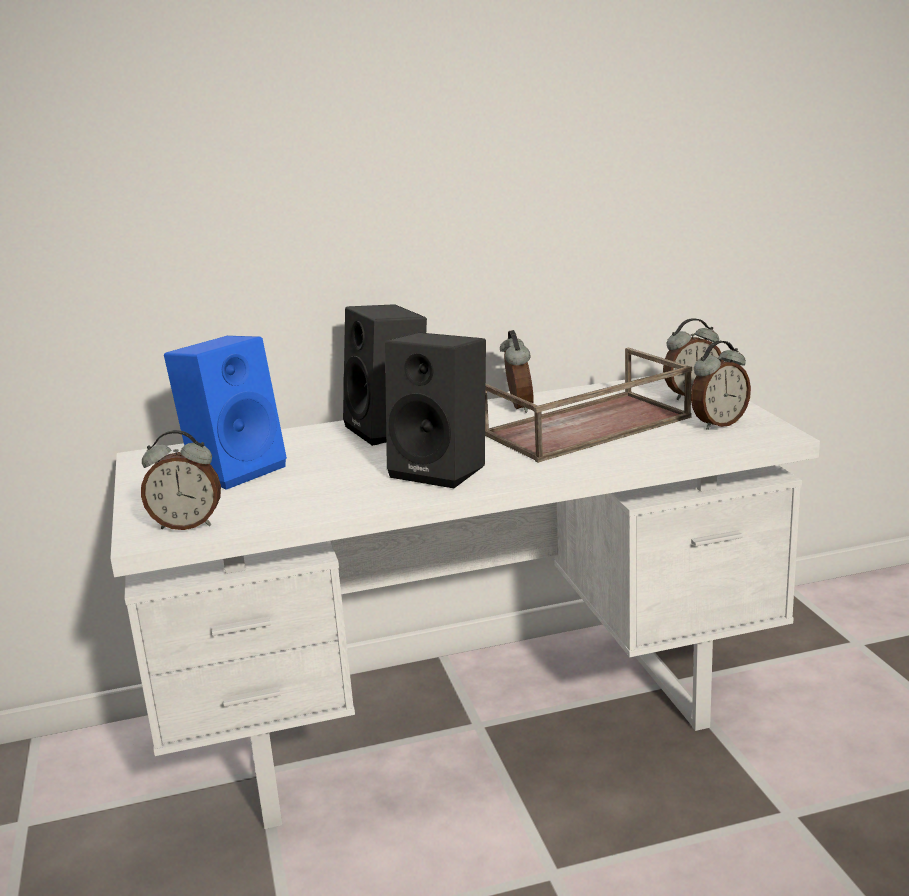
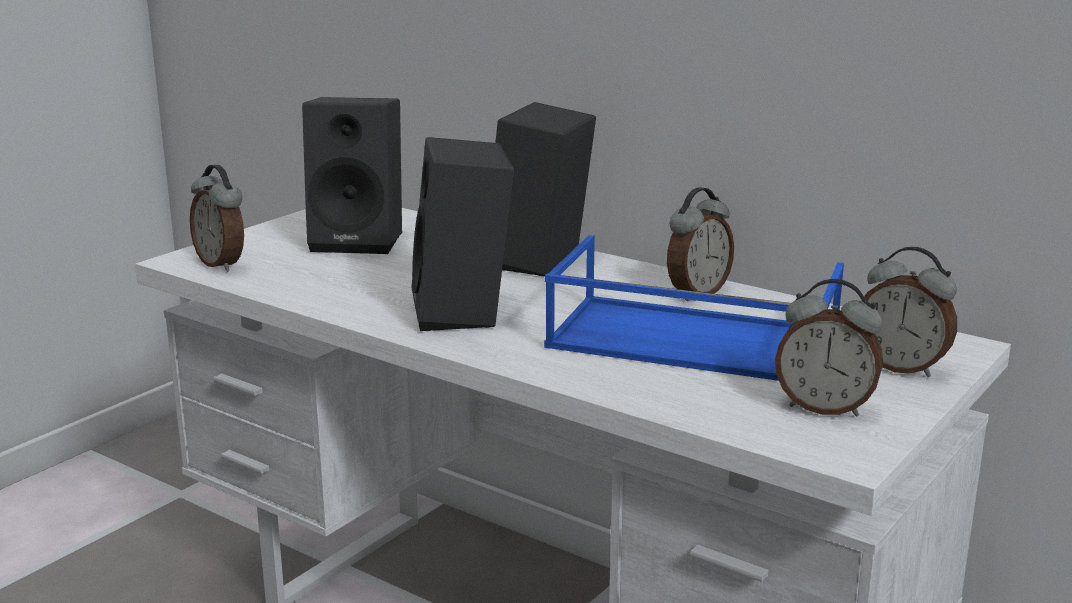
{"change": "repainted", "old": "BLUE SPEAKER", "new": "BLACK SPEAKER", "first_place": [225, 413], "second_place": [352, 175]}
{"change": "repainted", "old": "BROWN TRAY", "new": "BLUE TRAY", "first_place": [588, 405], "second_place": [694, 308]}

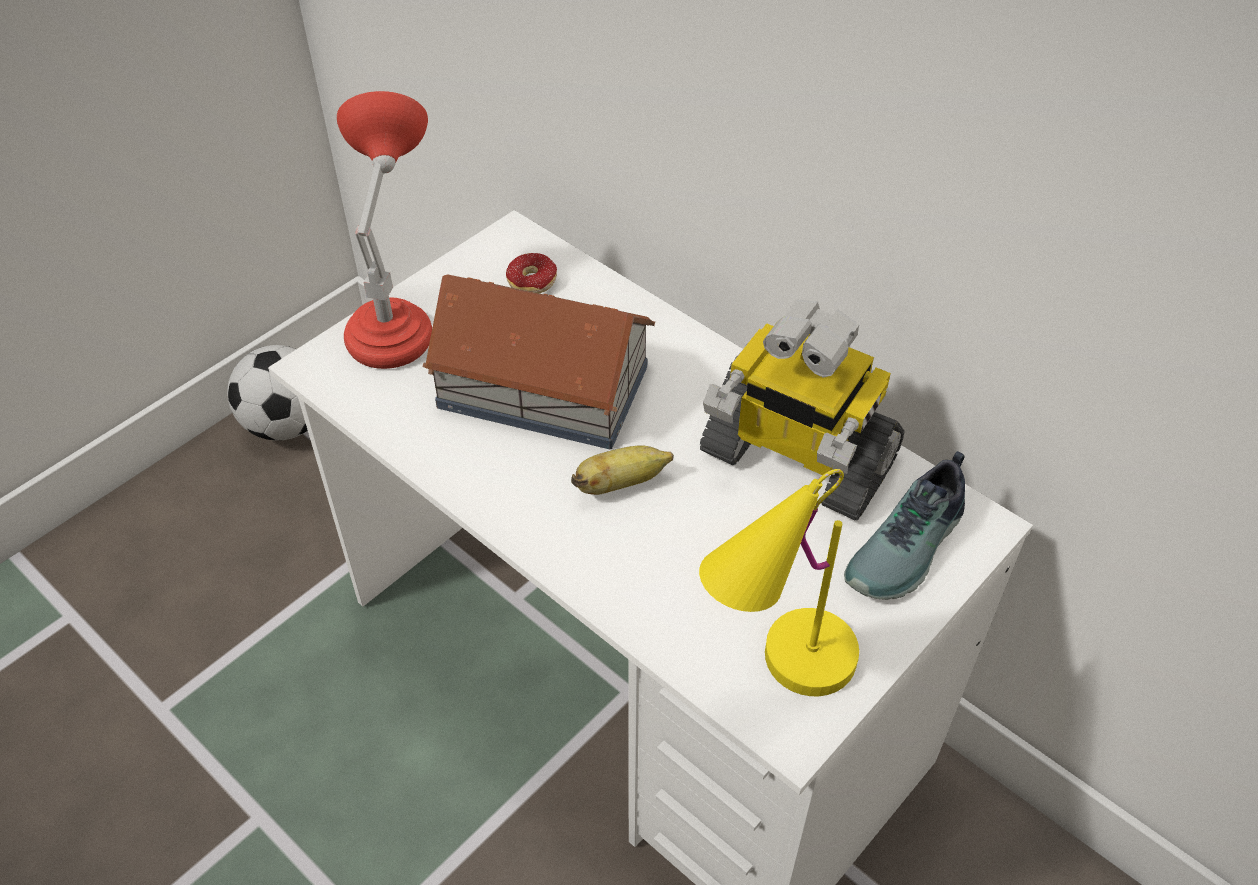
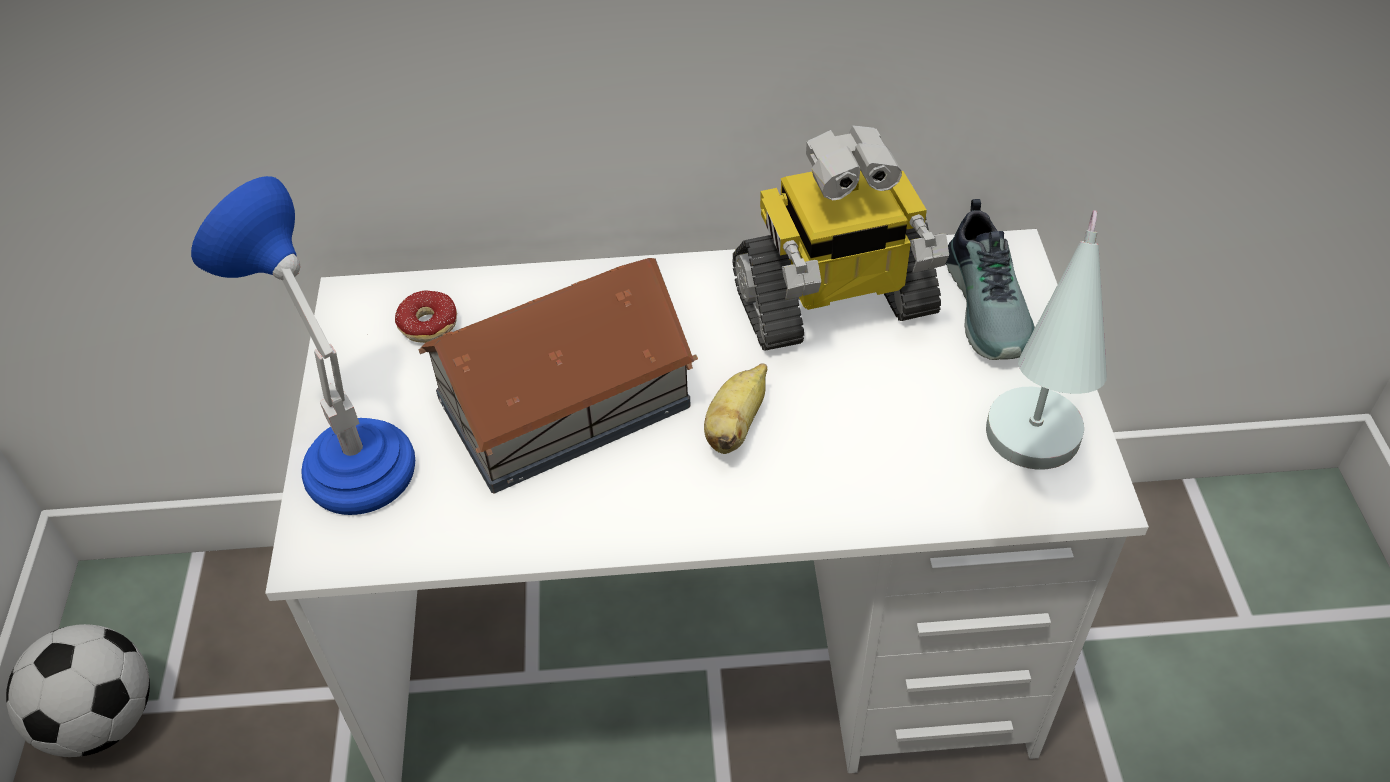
{"change": "repainted", "old": "RED TABLE LAMP", "new": "BLUE TABLE LAMP", "first_place": [384, 230], "second_place": [303, 345]}
{"change": "repainted", "old": "YELLOW TABLE LAMP", "new": "WHITE TABLE LAMP", "first_place": [779, 582], "second_place": [1046, 340]}

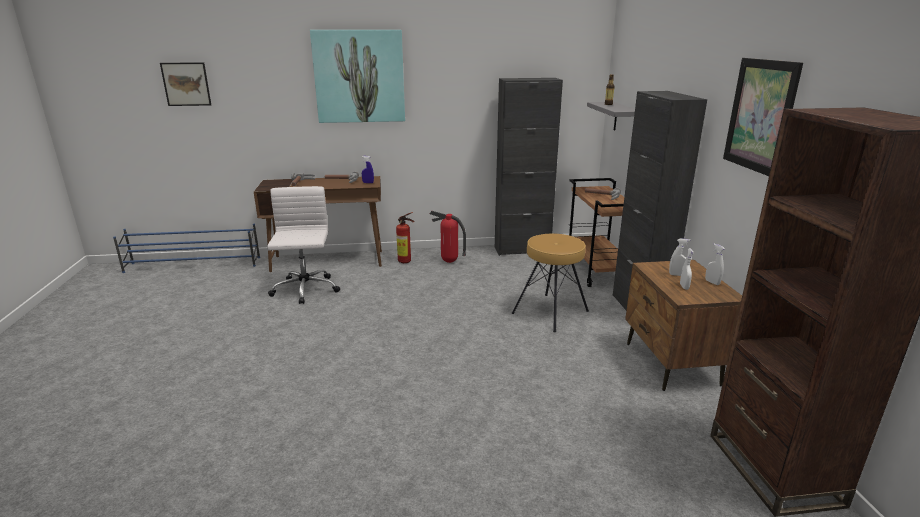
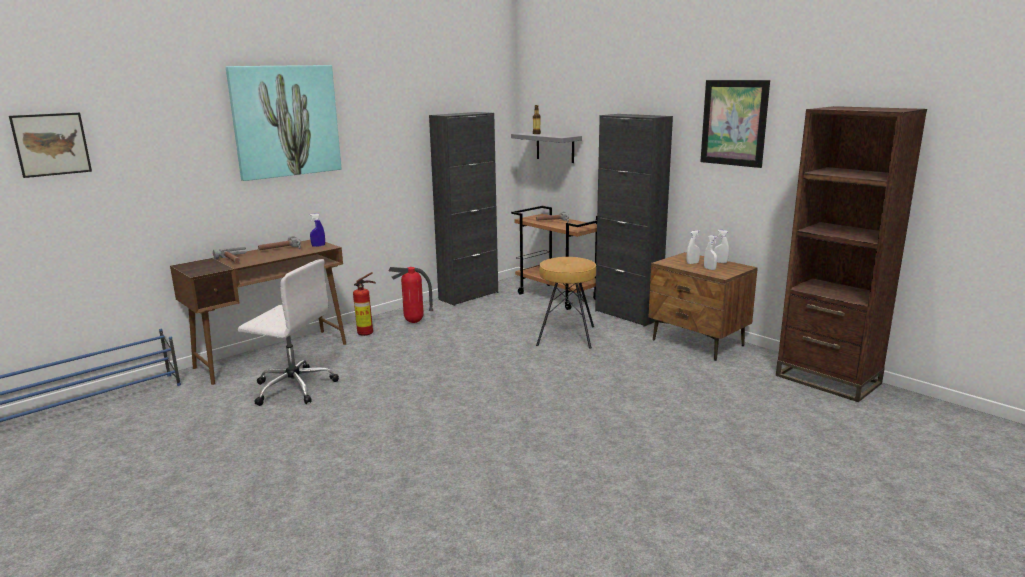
{"change": "rotated", "old": "WHITE OFFICE CHAIR", "first_place": [303, 245], "second_place": [288, 332], "degrees": 150}

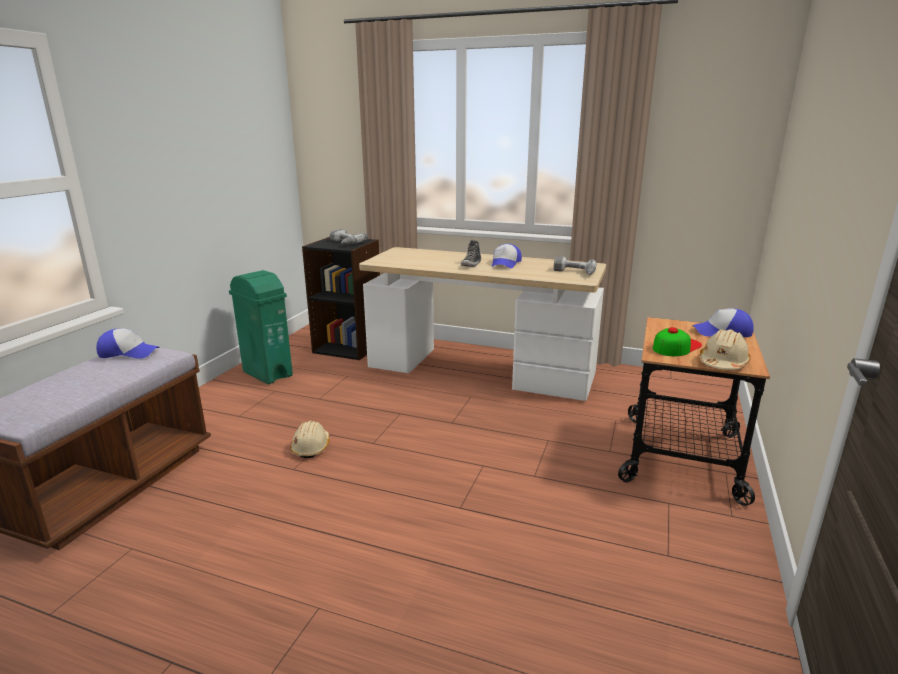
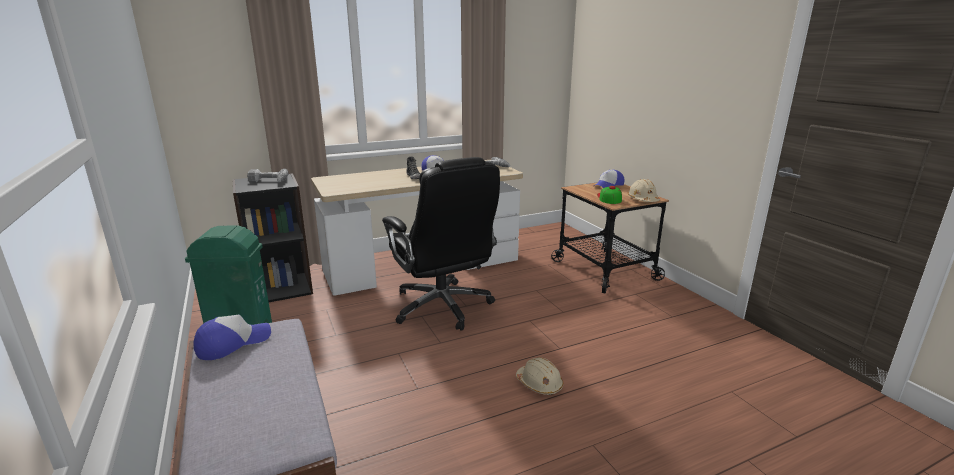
{"change": "shifted", "old": "BEIGE HARD HAT", "first_place": [310, 439], "second_place": [539, 376]}
{"change": "new", "new": "BLACK OFFICE CHAIR", "second_place": [441, 244]}

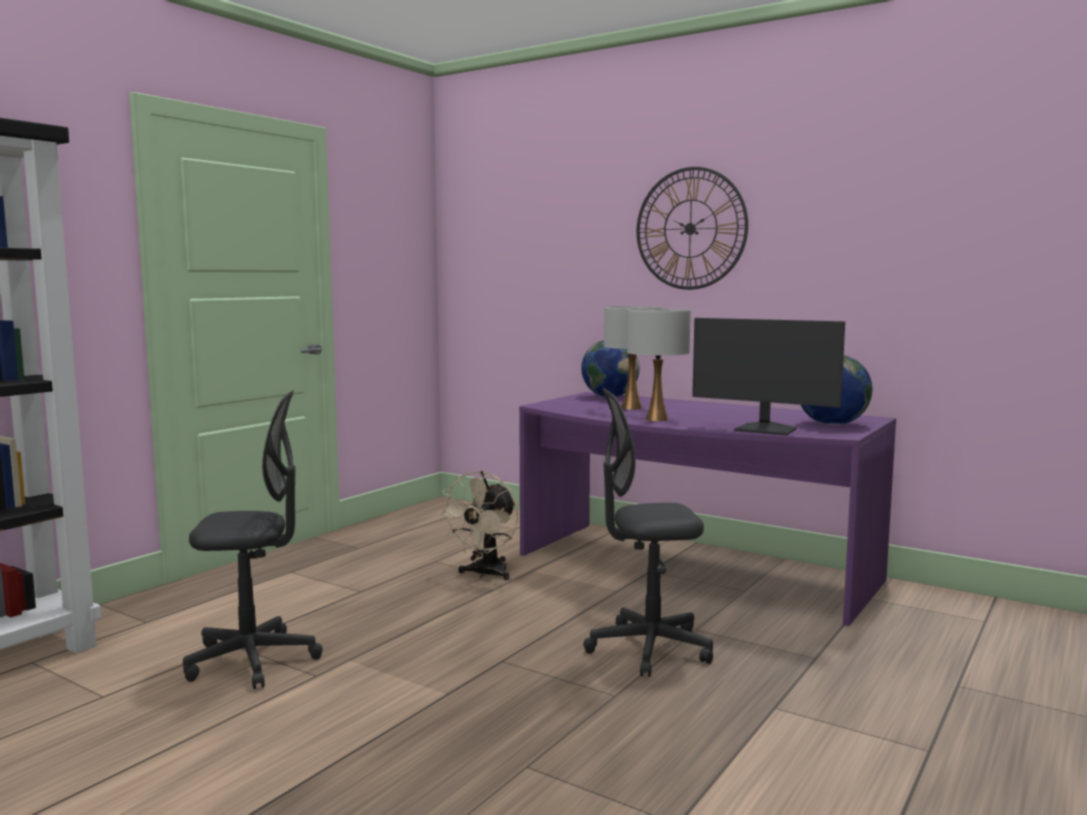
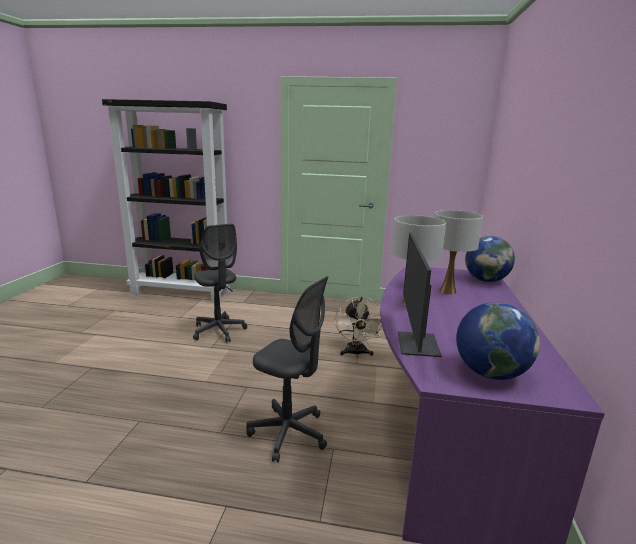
{"change": "rotated", "old": "BEIGE FAN", "first_place": [478, 525], "second_place": [358, 327], "degrees": -90}
{"change": "rotated", "old": "GREY OFFICE CHAIR", "first_place": [648, 532], "second_place": [287, 369], "degrees": 150}
{"change": "gone", "old": "WALL CLOCK", "first_place": [692, 228]}

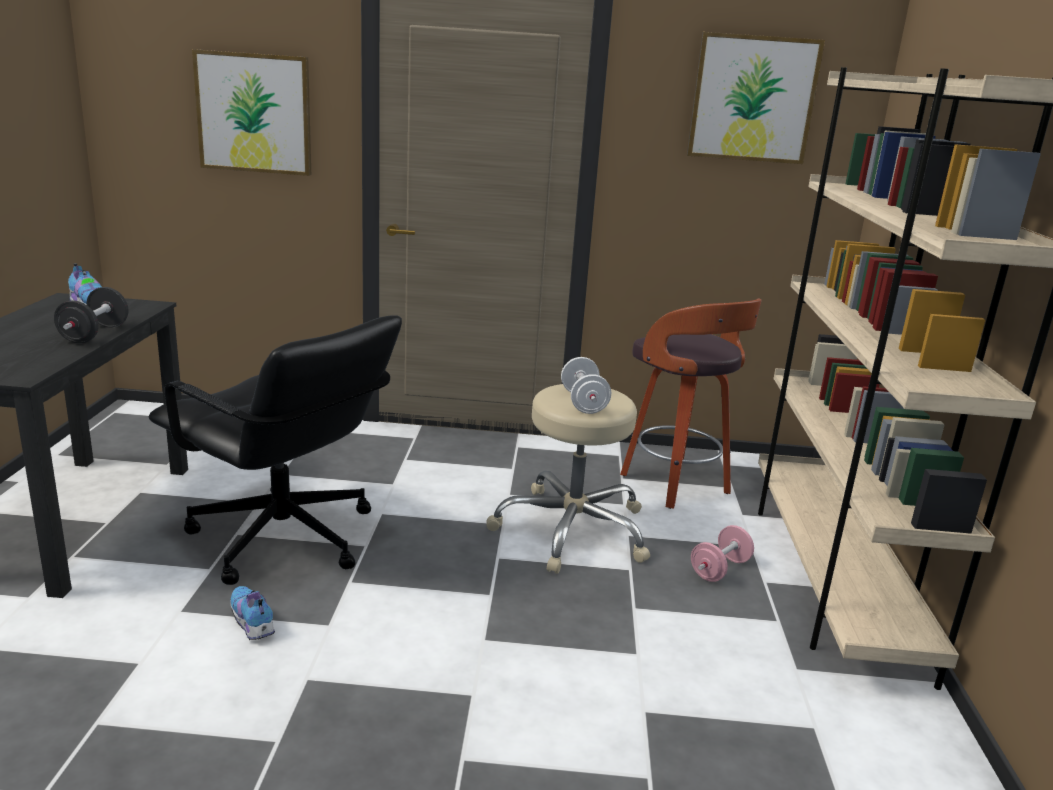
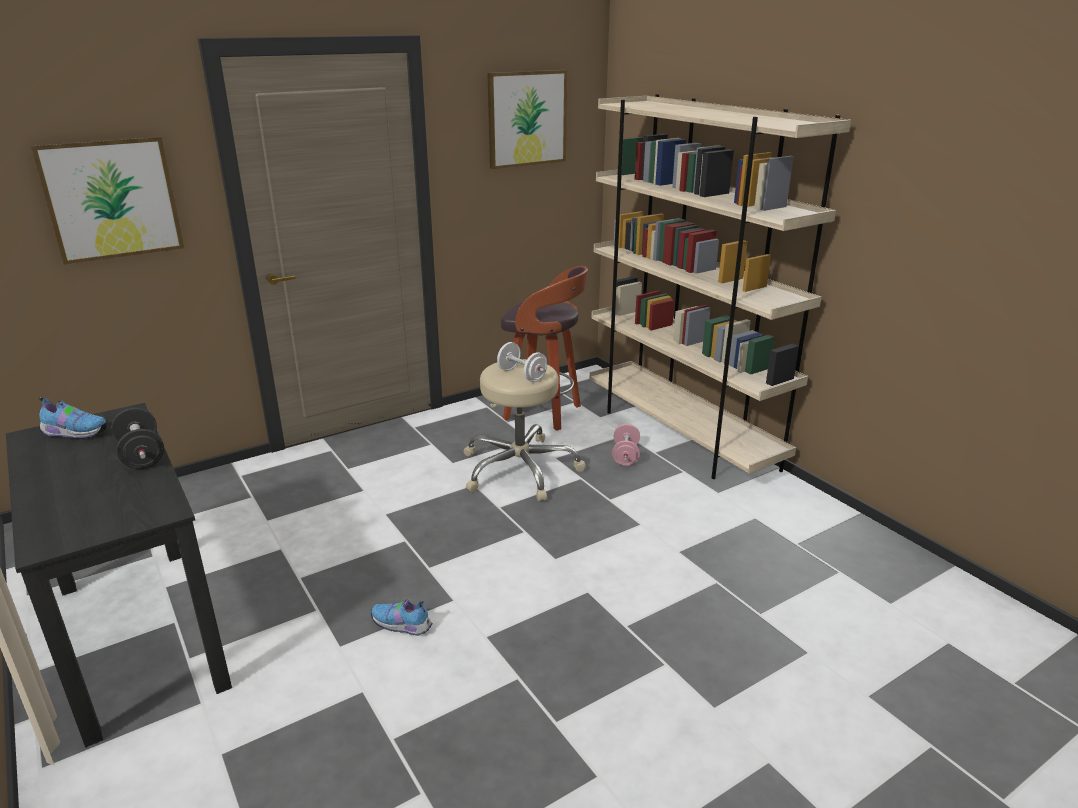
{"change": "gone", "old": "BLACK OFFICE CHAIR", "first_place": [275, 450]}

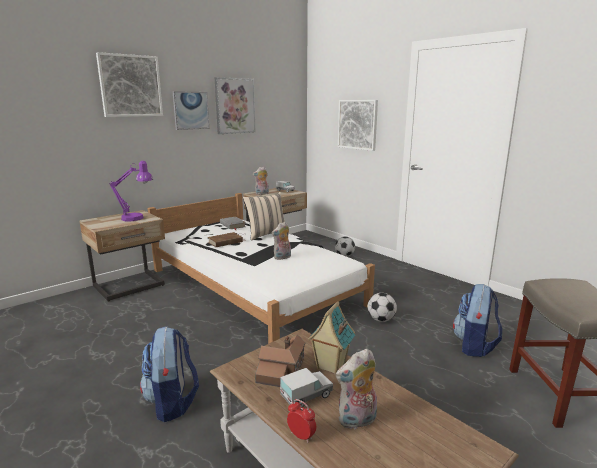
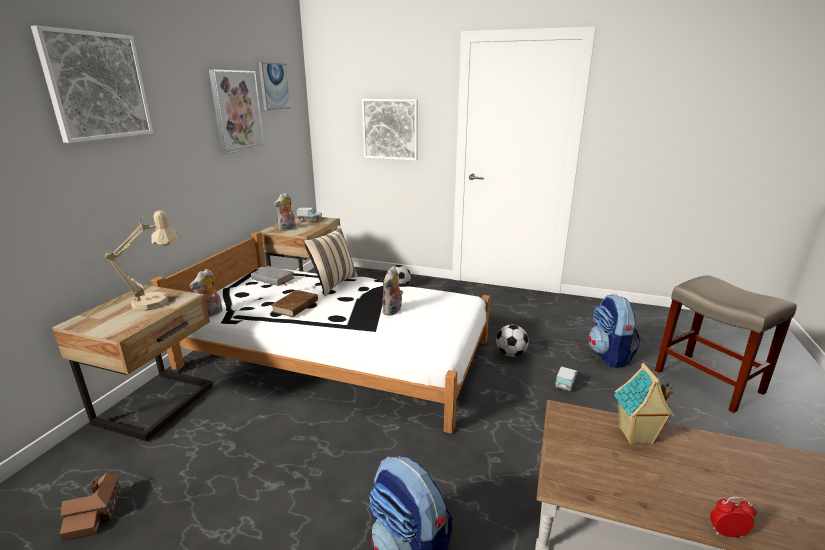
{"change": "repainted", "old": "PURPLE TABLE LAMP", "new": "BEIGE TABLE LAMP", "first_place": [131, 191], "second_place": [142, 260]}
{"change": "shifted", "old": "PICTURE", "first_place": [191, 110], "second_place": [275, 86]}
{"change": "shifted", "old": "TOY HOUSE", "first_place": [280, 361], "second_place": [90, 507]}
{"change": "shifted", "old": "TOY TRUCK", "first_place": [306, 387], "second_place": [566, 378]}
{"change": "shifted", "old": "PLUSH TOY", "first_place": [356, 389], "second_place": [206, 293]}

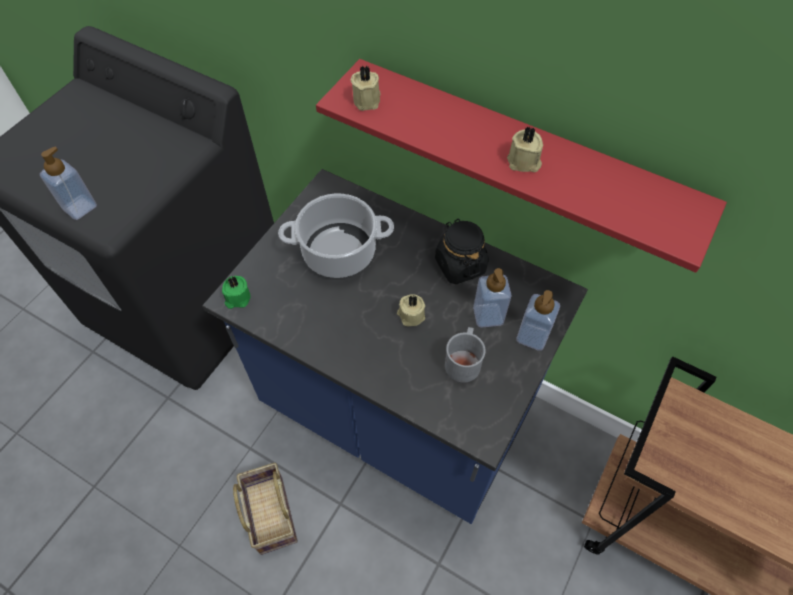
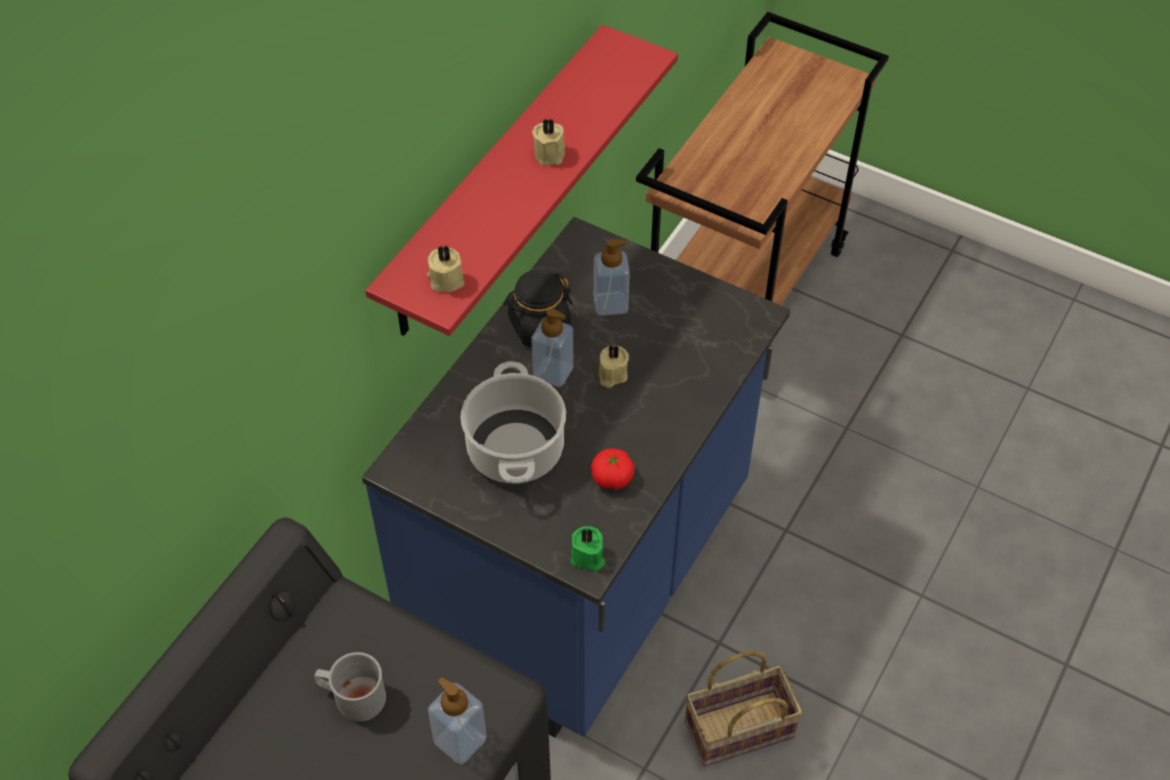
{"change": "shifted", "old": "GREY MUG", "first_place": [465, 355], "second_place": [350, 687]}
{"change": "shifted", "old": "SOAP DISPENSER", "first_place": [538, 320], "second_place": [552, 348]}
{"change": "new", "new": "TOMATO", "second_place": [613, 469]}

